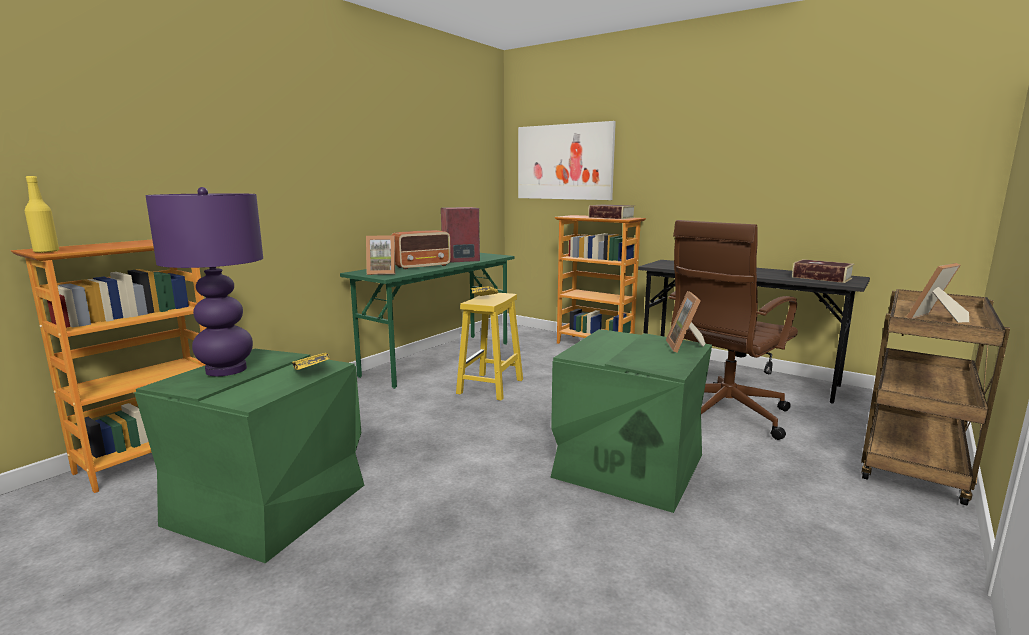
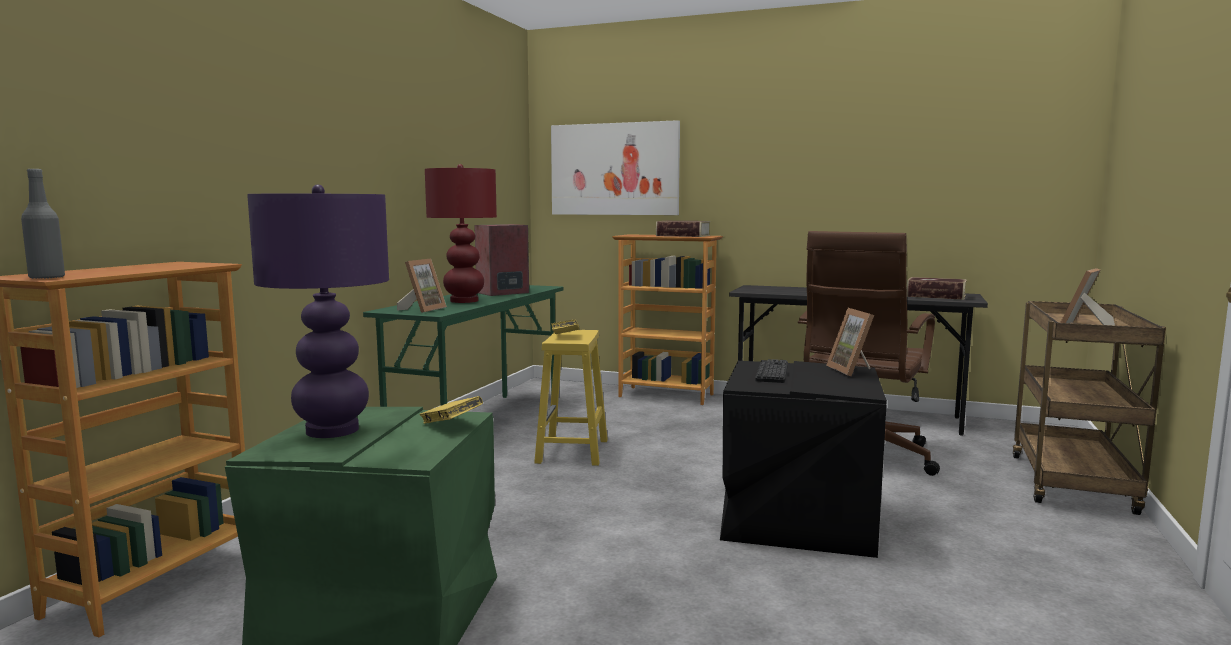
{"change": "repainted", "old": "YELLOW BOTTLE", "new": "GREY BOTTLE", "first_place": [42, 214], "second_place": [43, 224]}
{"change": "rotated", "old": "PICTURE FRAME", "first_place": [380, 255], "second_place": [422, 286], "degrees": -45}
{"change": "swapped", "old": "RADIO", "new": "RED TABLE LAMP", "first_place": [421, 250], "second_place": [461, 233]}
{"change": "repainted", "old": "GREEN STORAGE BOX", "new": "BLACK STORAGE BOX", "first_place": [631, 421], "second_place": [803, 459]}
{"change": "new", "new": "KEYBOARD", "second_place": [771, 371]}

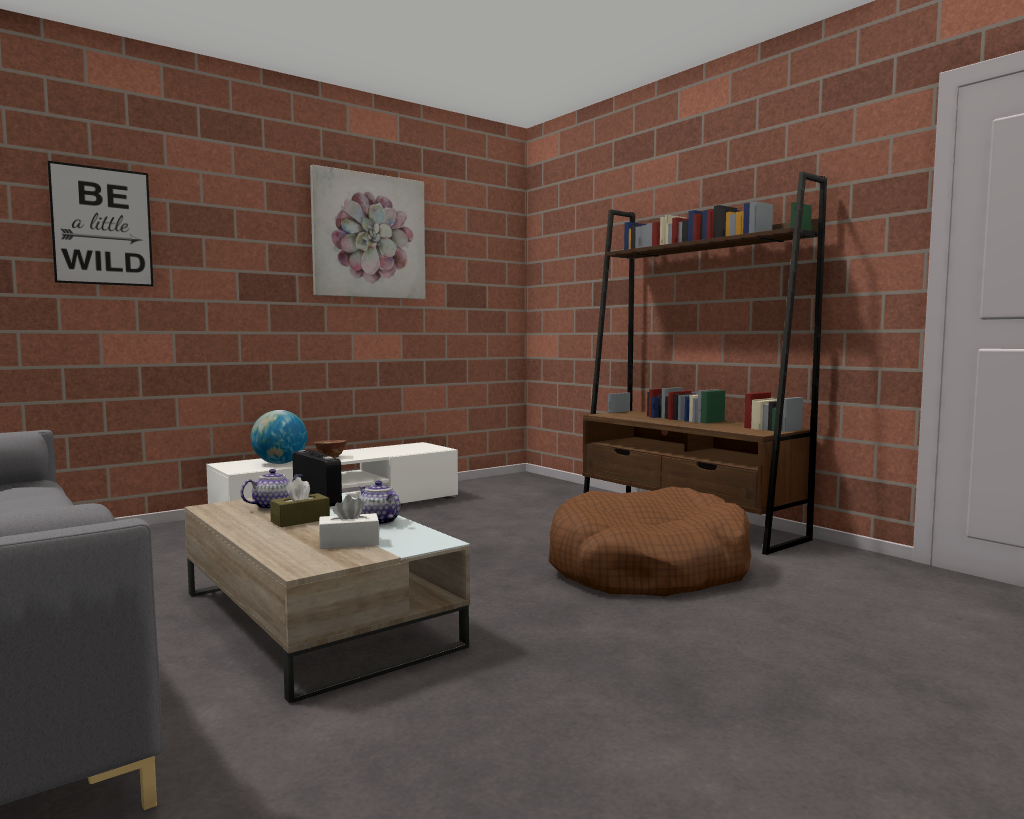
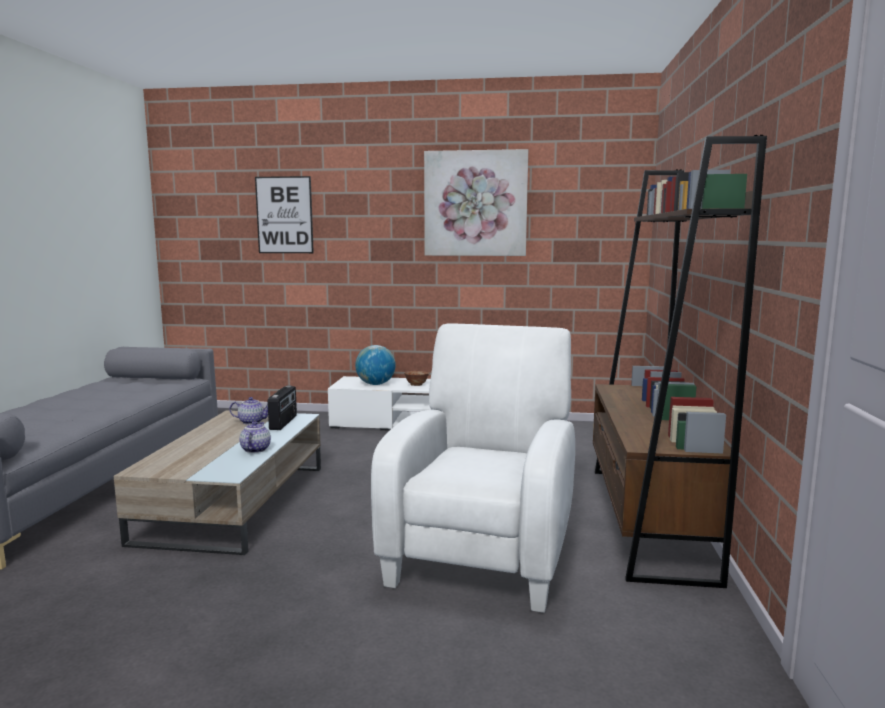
{"change": "gone", "old": "BROWN TISSUE BOX", "first_place": [300, 502]}
{"change": "gone", "old": "WHITE TISSUE BOX", "first_place": [349, 522]}
{"change": "swapped", "old": "BROWN DOG BED", "new": "WHITE ARMCHAIR", "first_place": [650, 541], "second_place": [473, 468]}

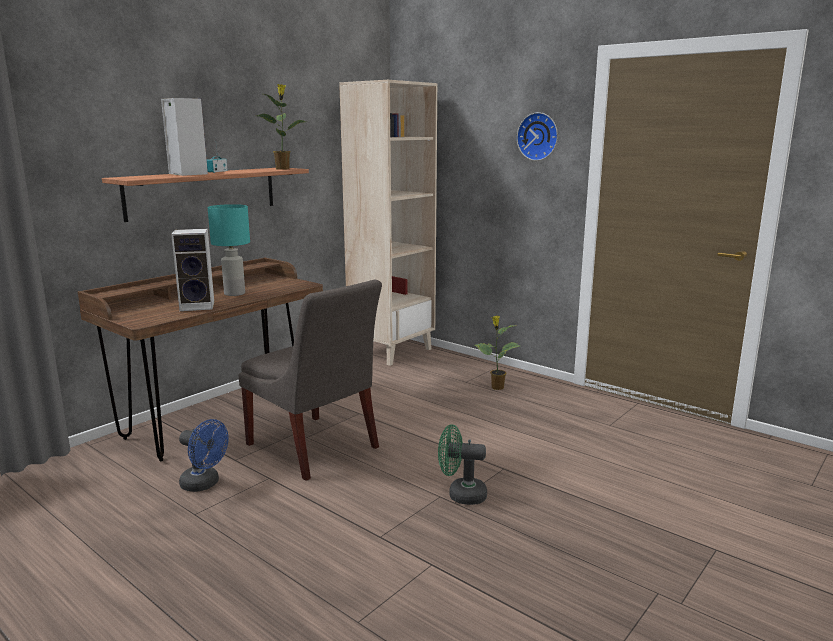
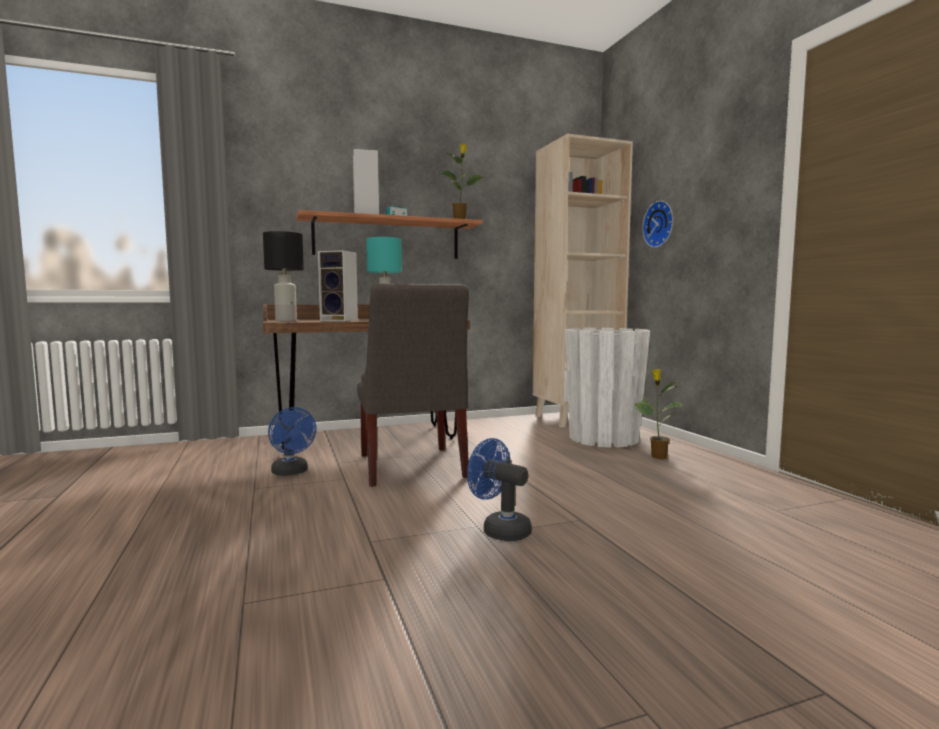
{"change": "repainted", "old": "GREEN FAN", "new": "BLUE FAN", "first_place": [462, 464], "second_place": [499, 489]}
{"change": "shifted", "old": "WALL CLOCK", "first_place": [537, 136], "second_place": [657, 224]}
{"change": "new", "new": "BLACK TABLE LAMP", "second_place": [283, 276]}
{"change": "new", "new": "WHITE PLANTER", "second_place": [607, 388]}

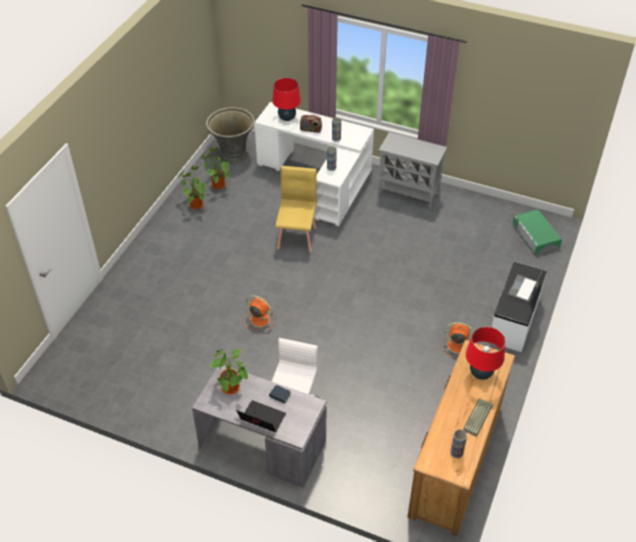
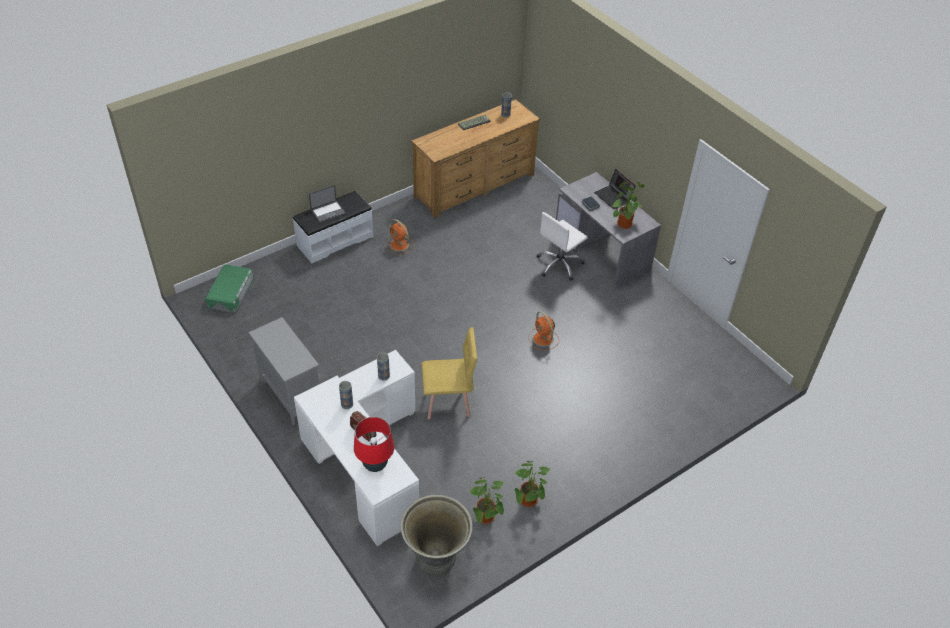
{"change": "rotated", "old": "YELLOW CHAIR", "first_place": [296, 209], "second_place": [449, 373], "degrees": -135}
{"change": "gone", "old": "RED TABLE LAMP", "first_place": [486, 353]}

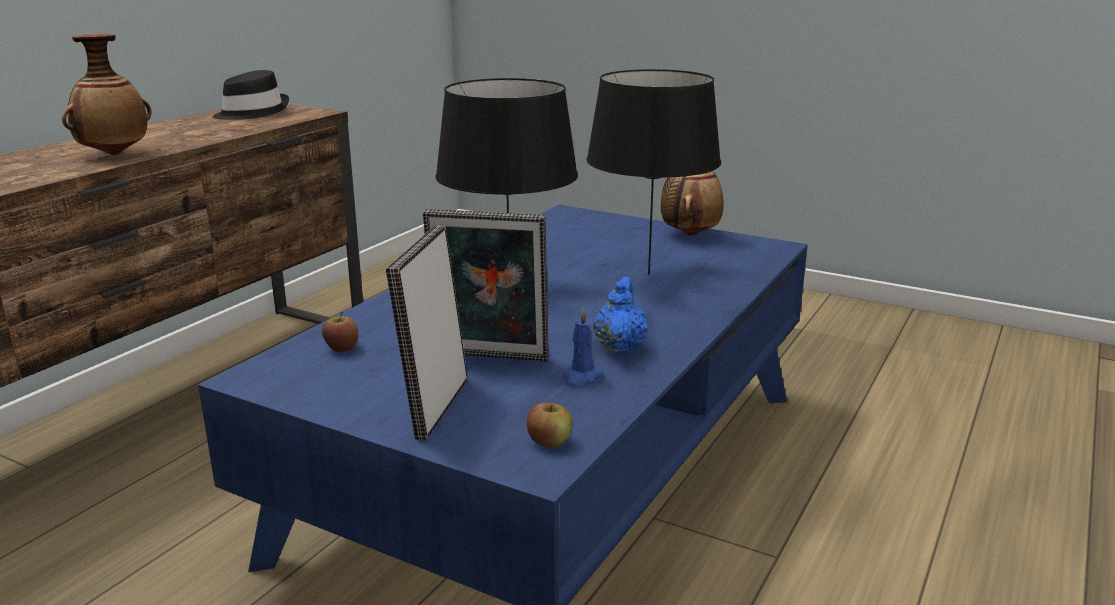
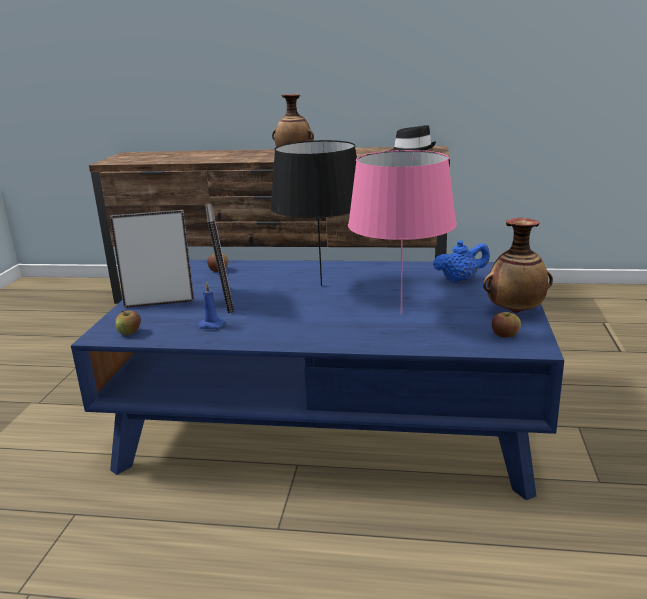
{"change": "repainted", "old": "BLACK TABLE LAMP", "new": "PINK TABLE LAMP", "first_place": [653, 172], "second_place": [402, 232]}
{"change": "shifted", "old": "BLUE TEAPOT", "first_place": [620, 315], "second_place": [461, 261]}
{"change": "new", "new": "APPLE", "second_place": [506, 324]}

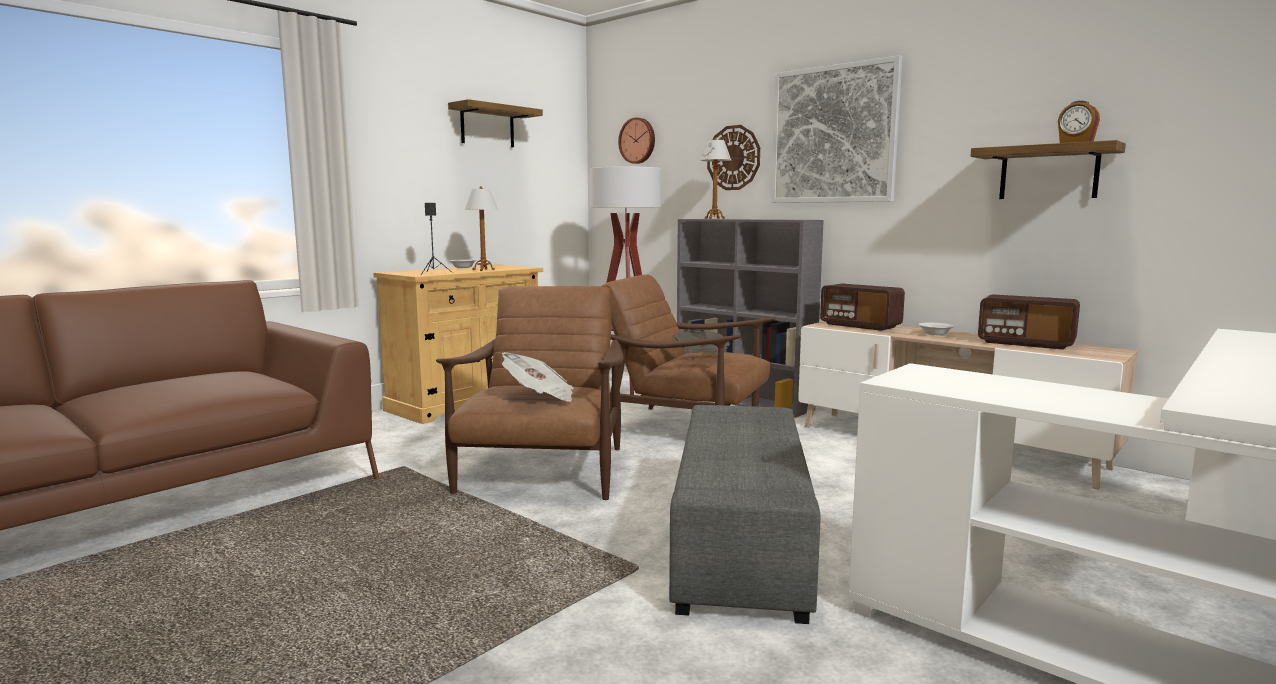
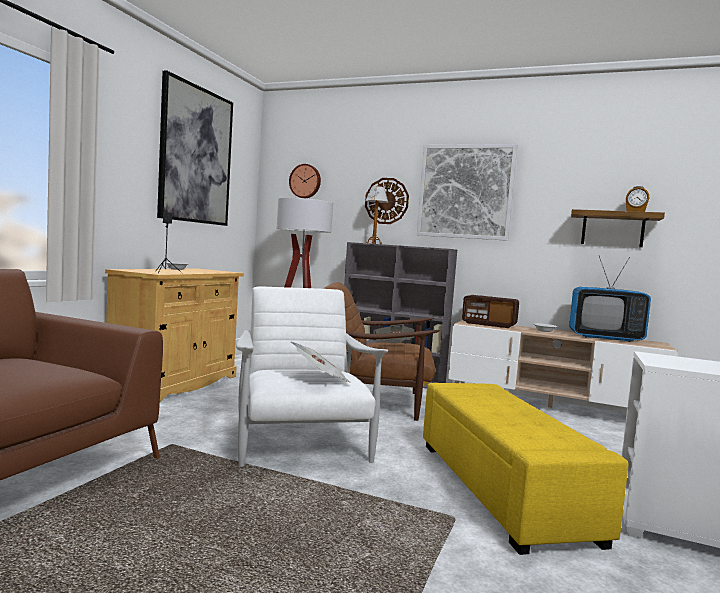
{"change": "repainted", "old": "BROWN ARMCHAIR", "new": "WHITE ARMCHAIR", "first_place": [529, 393], "second_place": [312, 376]}
{"change": "swapped", "old": "SHELF", "new": "PICTURE", "first_place": [495, 123], "second_place": [195, 148]}
{"change": "gone", "old": "TABLE LAMP", "first_place": [481, 228]}
{"change": "repainted", "old": "GREY OTTOMAN", "new": "YELLOW OTTOMAN", "first_place": [745, 514], "second_place": [525, 469]}
{"change": "swapped", "old": "RADIO", "new": "TELEVISION", "first_place": [1029, 322], "second_place": [610, 298]}

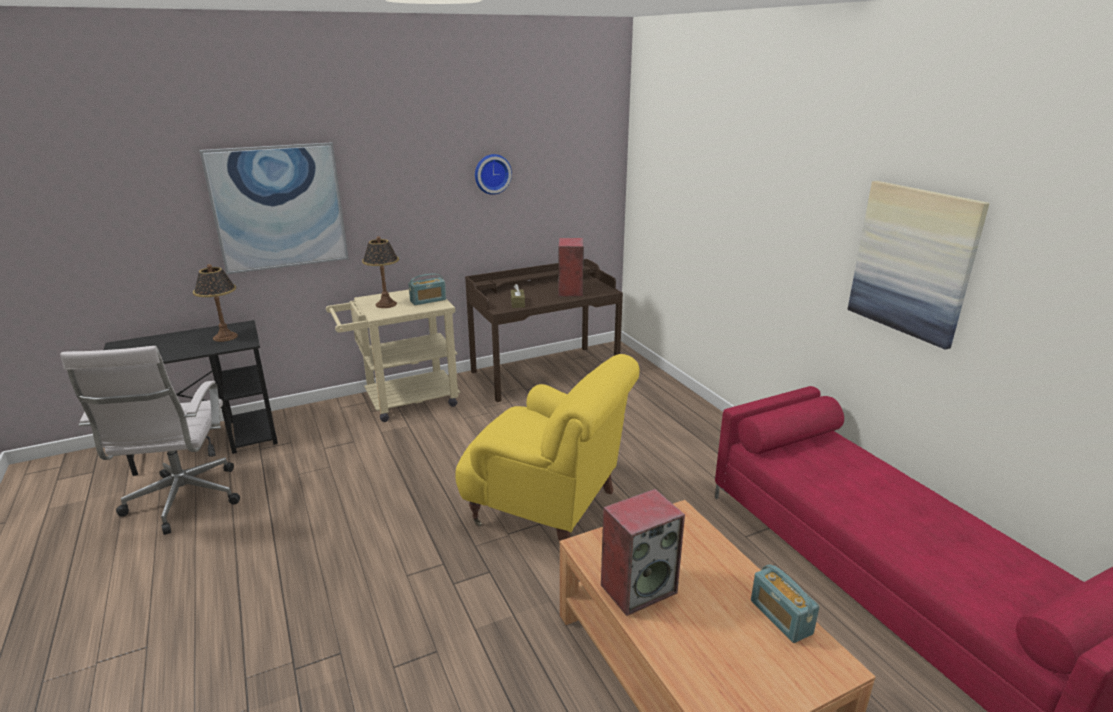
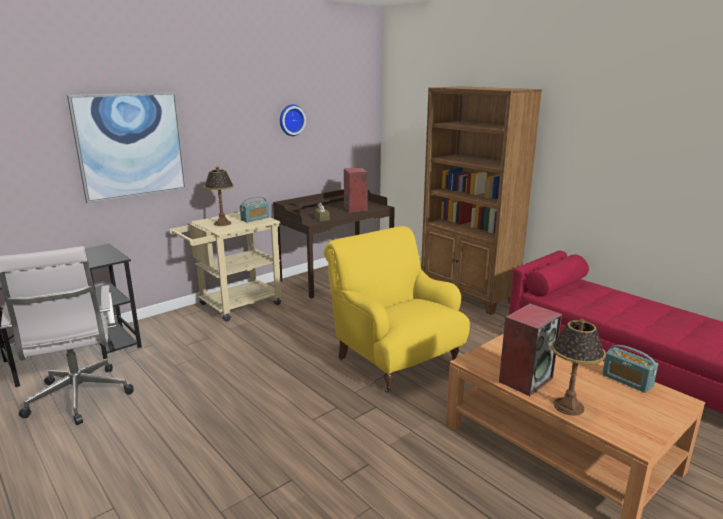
{"change": "shifted", "old": "TABLE LAMP", "first_place": [215, 303], "second_place": [578, 367]}
{"change": "rotated", "old": "YELLOW ARMCHAIR", "first_place": [547, 447], "second_place": [397, 309], "degrees": -135}
{"change": "gone", "old": "PICTURE", "first_place": [918, 265]}
{"change": "new", "new": "BROWN BOOKCASE", "second_place": [481, 200]}

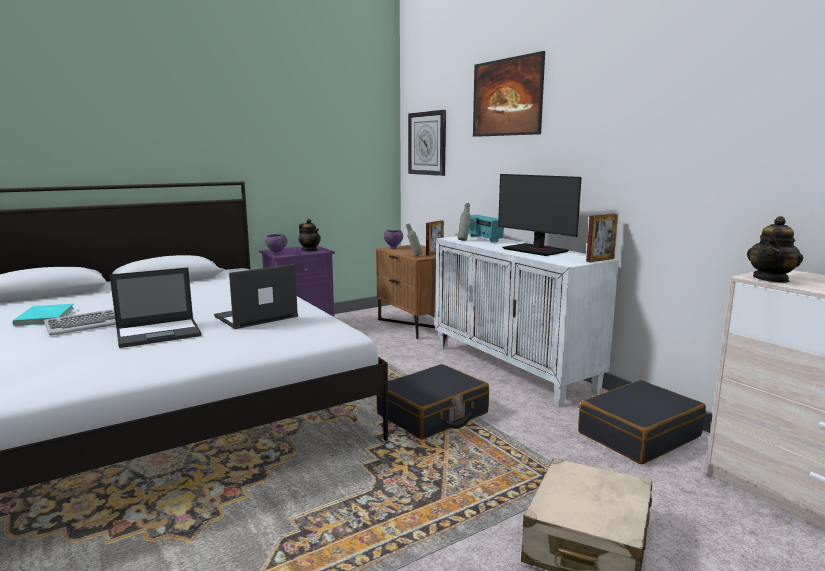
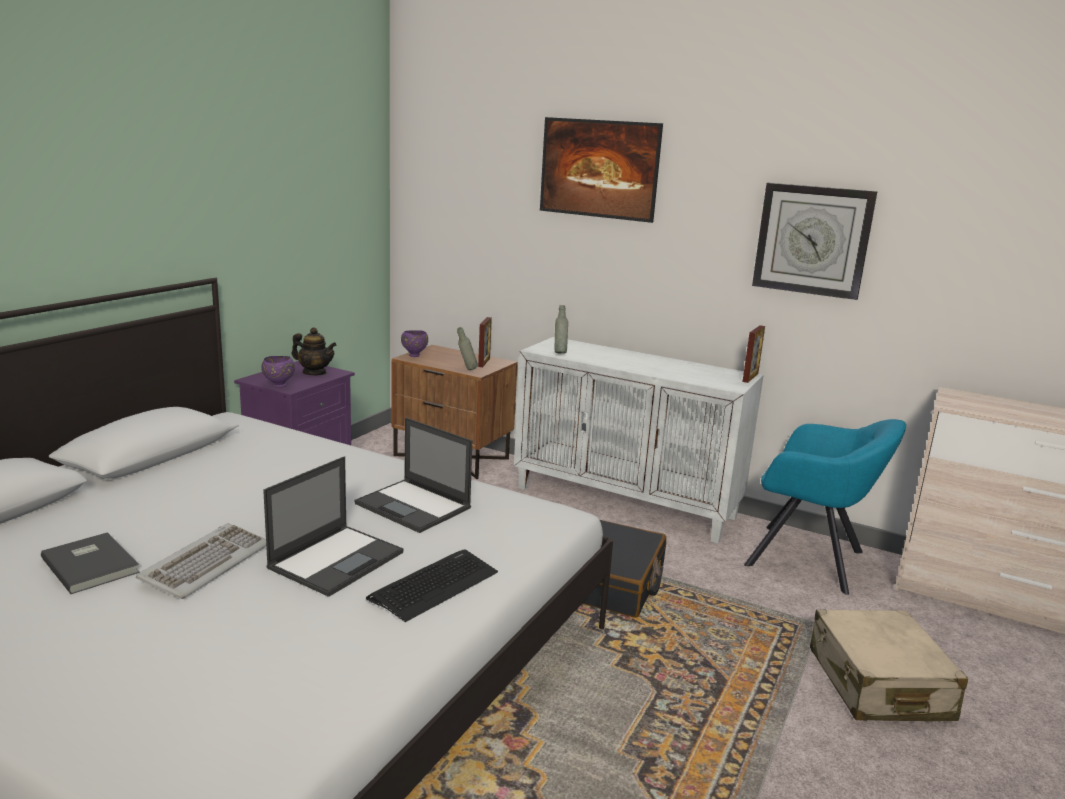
{"change": "repainted", "old": "TURQUOISE BOOK", "new": "GREY BOOK", "first_place": [43, 315], "second_place": [90, 563]}
{"change": "rotated", "old": "LAPTOP", "first_place": [256, 296], "second_place": [413, 475], "degrees": -75}
{"change": "shifted", "old": "WALL CLOCK", "first_place": [427, 143], "second_place": [814, 241]}
{"change": "gone", "old": "RADIO", "first_place": [486, 228]}
{"change": "gone", "old": "MONITOR", "first_place": [540, 215]}
{"change": "swapped", "old": "BLACK SUITCASE", "new": "TURQUOISE ARMCHAIR", "first_place": [642, 422], "second_place": [825, 507]}
{"change": "gone", "old": "TEAPOT", "first_place": [775, 249]}
{"change": "new", "new": "KEYBOARD", "second_place": [432, 585]}

